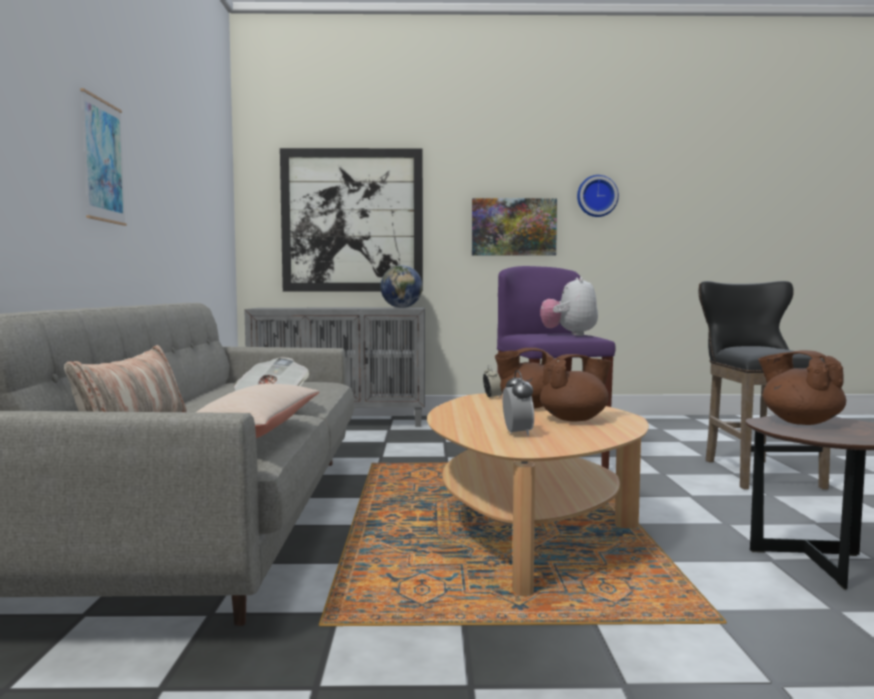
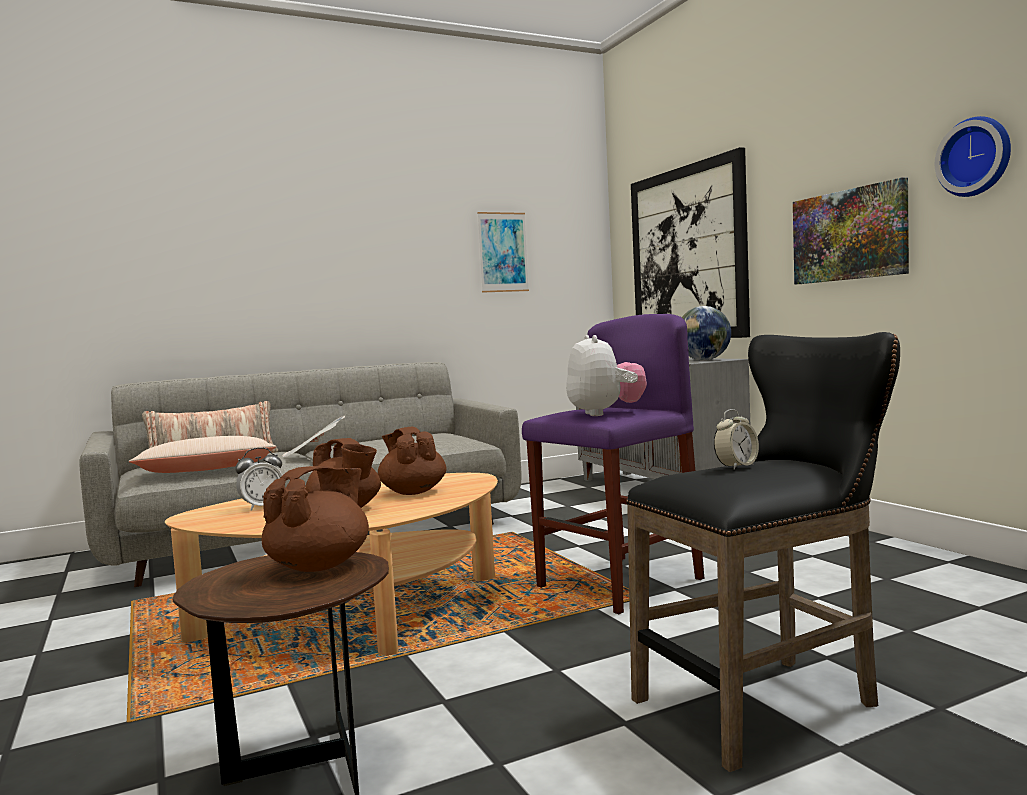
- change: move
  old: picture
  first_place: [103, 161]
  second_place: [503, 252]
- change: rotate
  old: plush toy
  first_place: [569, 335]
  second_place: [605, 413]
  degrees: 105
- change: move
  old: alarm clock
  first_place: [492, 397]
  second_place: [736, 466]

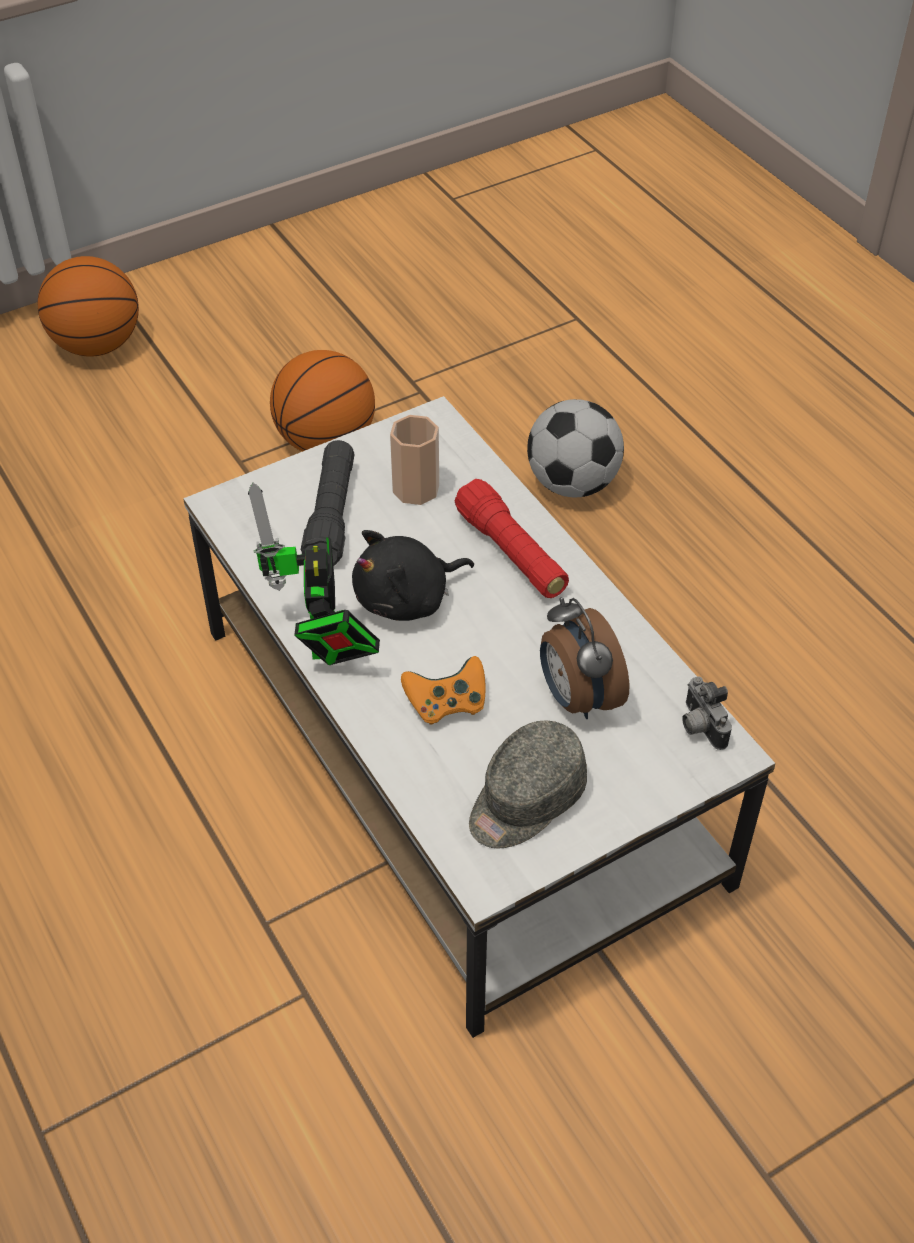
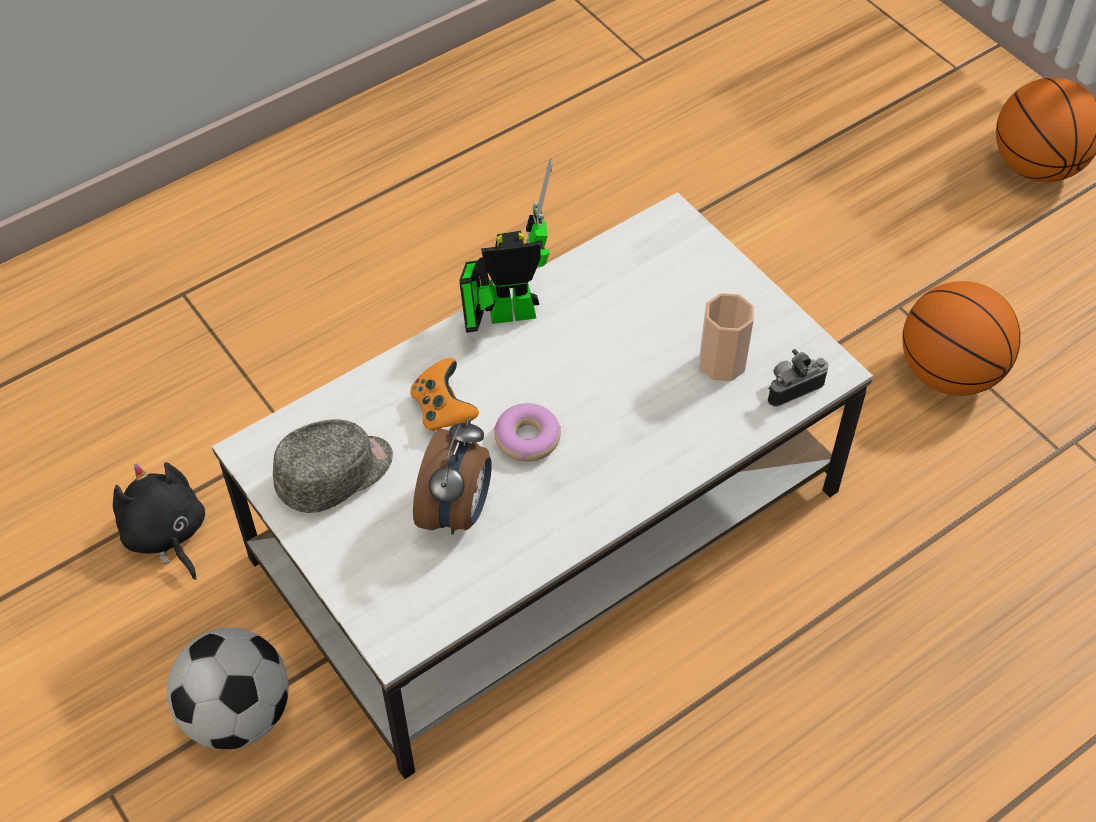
- change: move
  old: black plush toy
  first_place: [407, 599]
  second_place: [166, 534]
- change: move
  old: football
  first_place: [573, 484]
  second_place: [238, 715]
- change: rotate
  old: grey cap
  first_place: [525, 800]
  second_place: [336, 475]
  degrees: 105
- change: rotate
  old: alarm clock
  first_place: [577, 697]
  second_place: [457, 511]
  degrees: 135
- change: insert
  new: donut
  second_place: [527, 438]
- change: move
  old: photo camera
  first_place: [699, 726]
  second_place: [792, 388]
- change: delete
  old: black flashlight
  first_place: [331, 515]
- change: delete
  old: red flashlight
  first_place: [511, 553]

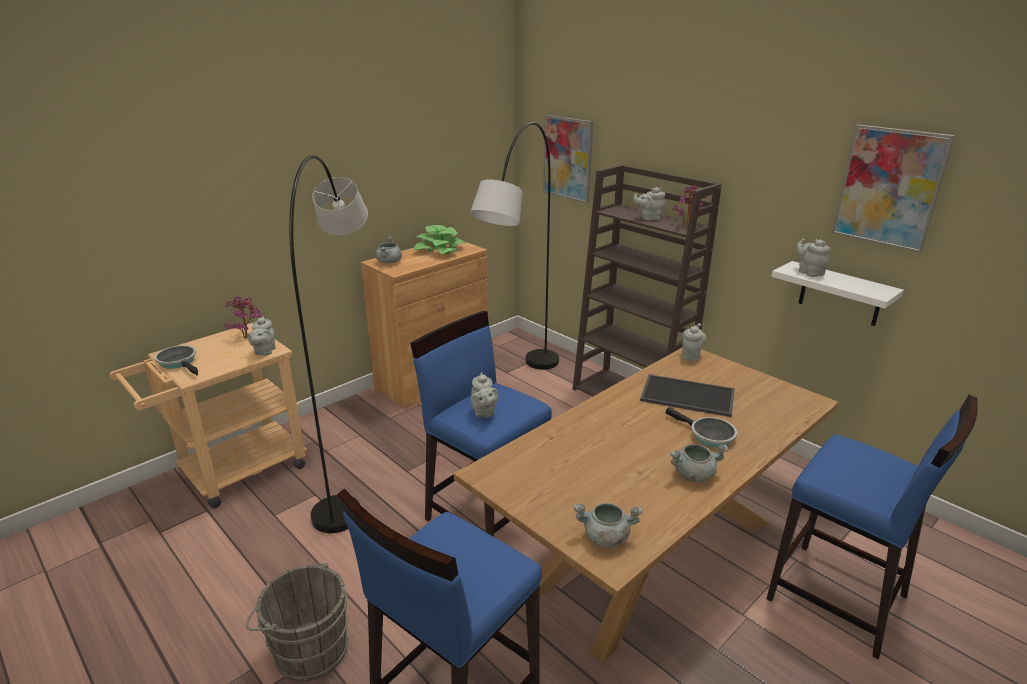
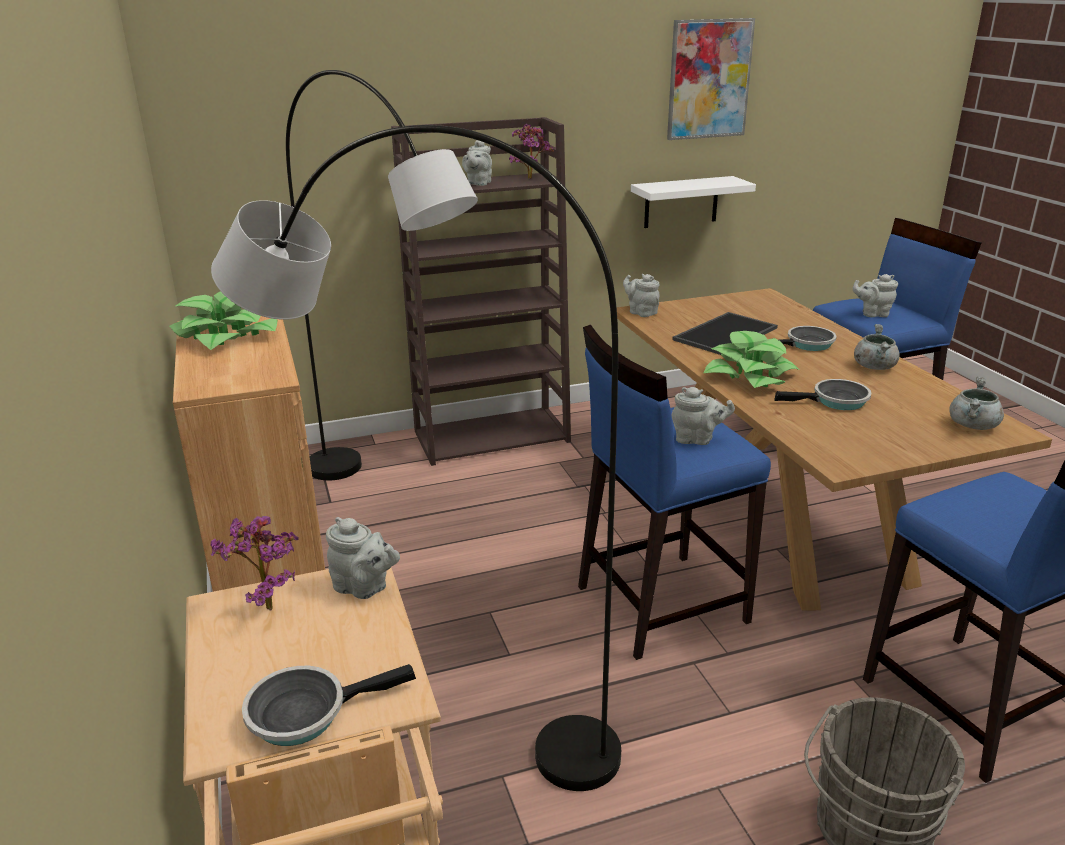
- change: insert
  new: potted plant
  second_place: [750, 375]
- change: insert
  new: frying pan
  second_place: [835, 401]
- change: move
  old: grey teapot
  first_place: [809, 272]
  second_place: [872, 314]
- change: delete
  old: grey cooking pot
  first_place: [389, 262]
- change: delete
  old: picture
  first_place: [568, 158]

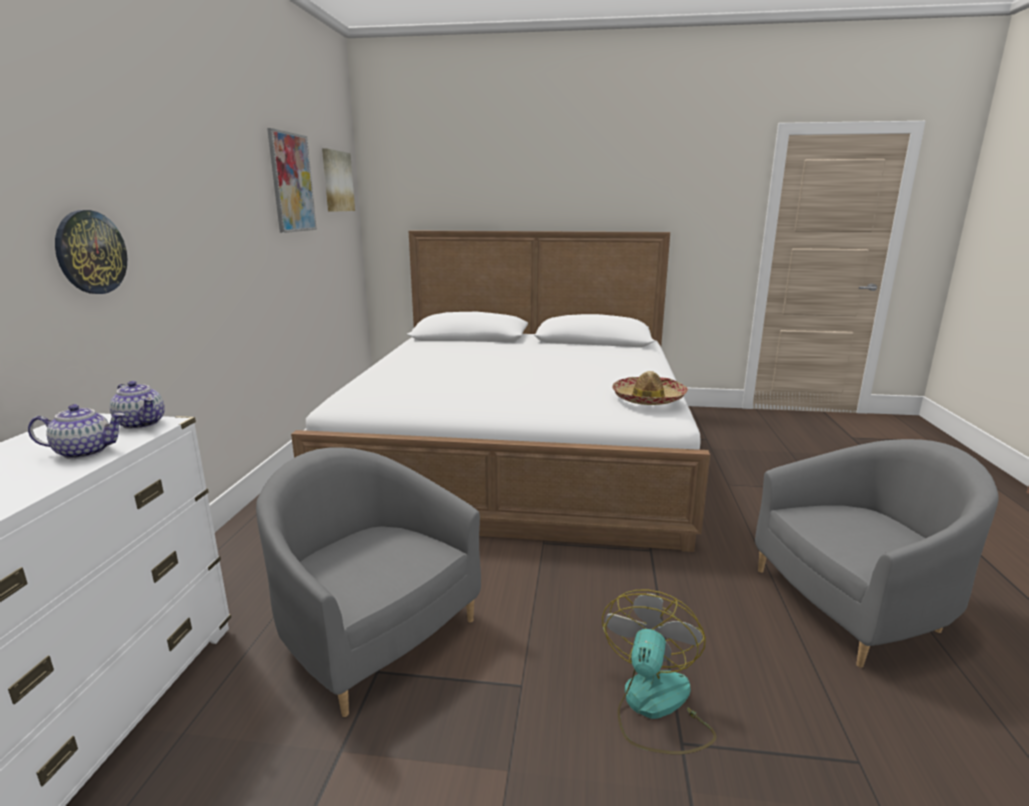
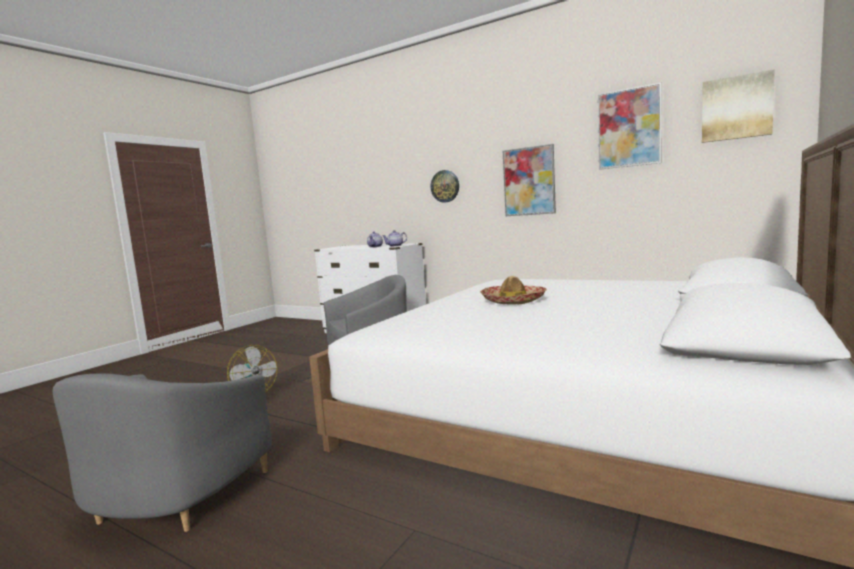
- change: move
  old: hat
  first_place: [648, 399]
  second_place: [513, 301]
- change: insert
  new: picture
  second_place: [529, 181]

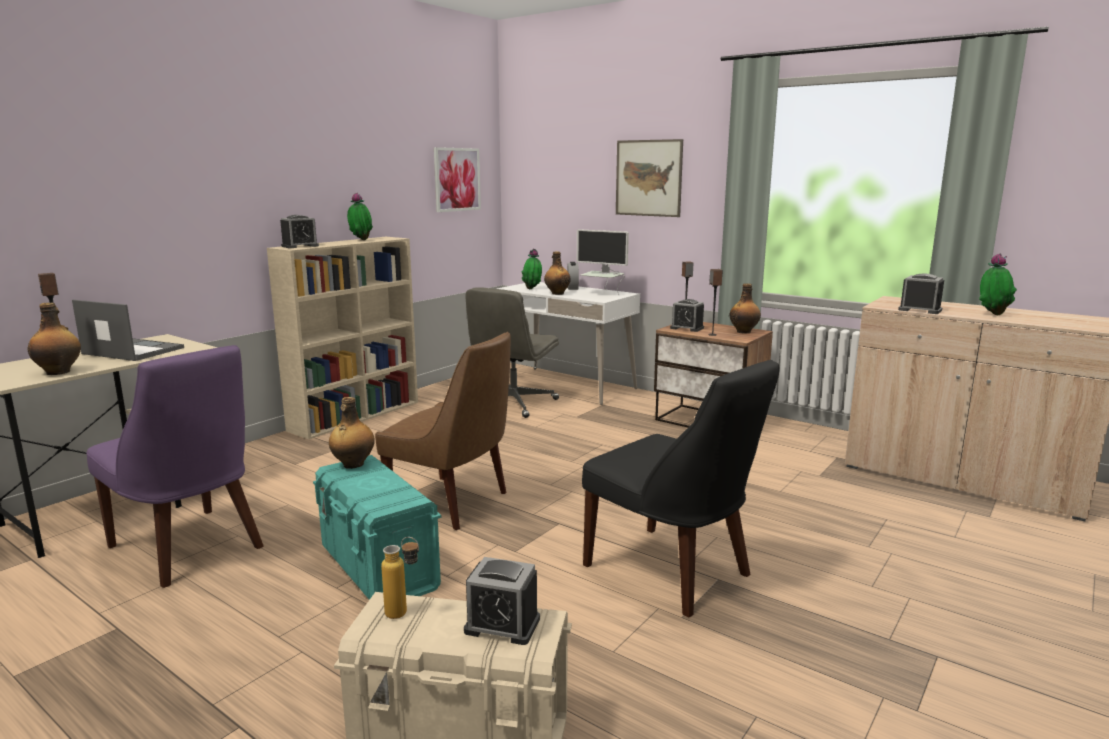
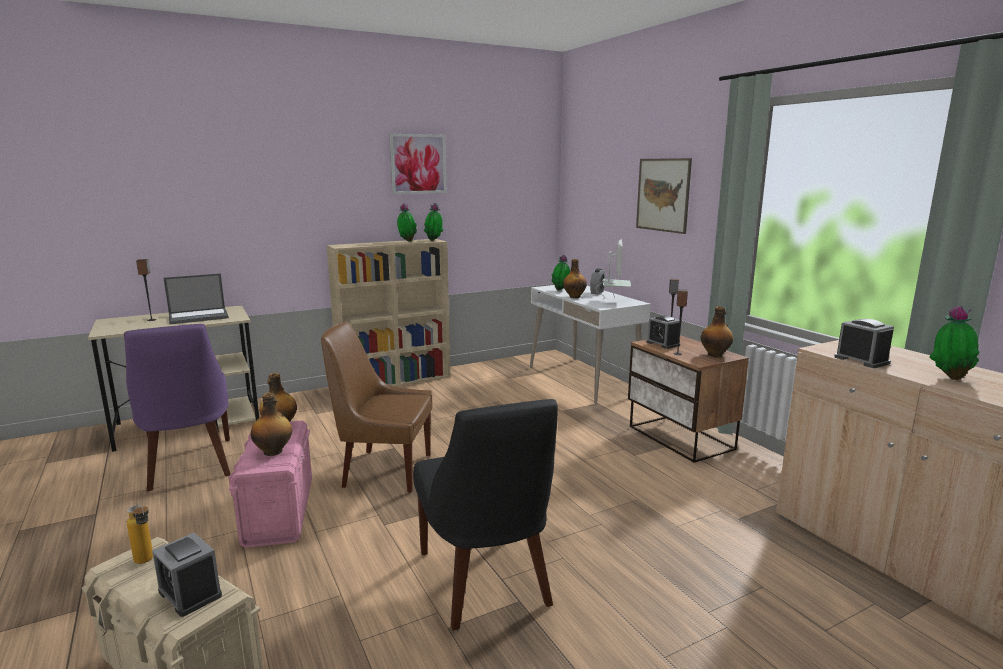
- change: rotate
  old: laptop
  first_place: [132, 351]
  second_place: [199, 316]
  degrees: 105
- change: recolor
  old: turquoise storage box
  new: pink storage box
  first_place: [378, 568]
  second_place: [279, 512]
- change: move
  old: bottle
  first_place: [59, 372]
  second_place: [274, 451]
- change: rotate
  old: brown chair
  first_place: [453, 503]
  second_place: [384, 470]
  degrees: 135
- change: move
  old: picture
  first_place: [457, 179]
  second_place: [418, 164]
- change: insert
  new: potted plant
  second_place: [434, 240]
- change: rotate
  old: monitor
  first_place: [602, 293]
  second_place: [614, 300]
  degrees: -135
- change: delete
  old: alarm clock
  first_place: [300, 246]
- change: delete
  old: grey office chair
  first_place: [513, 404]

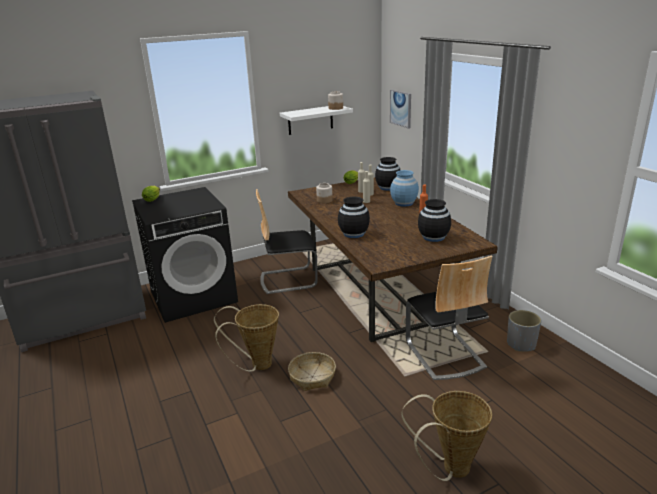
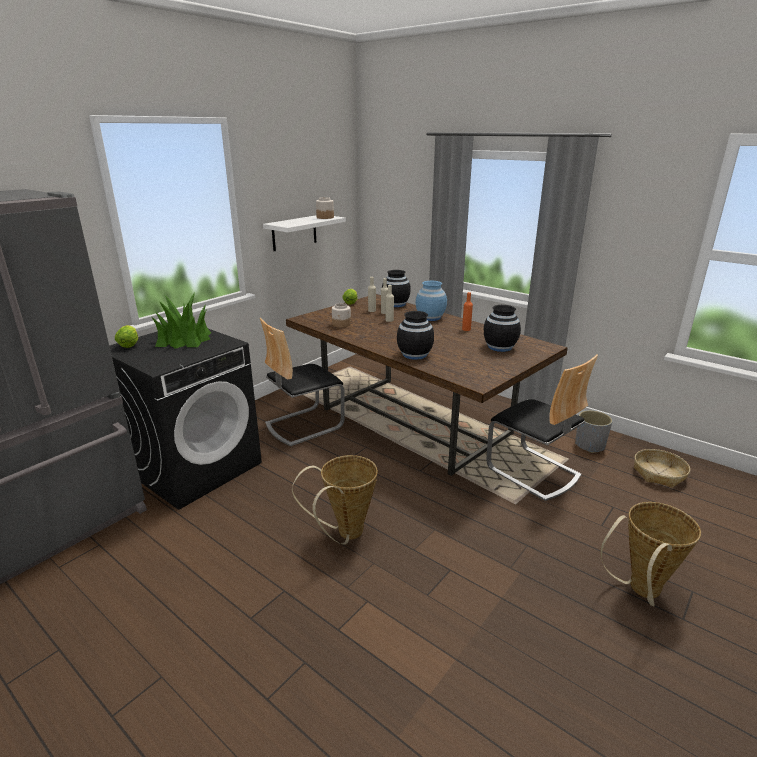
- change: insert
  new: potted plant
  second_place: [184, 339]
- change: move
  old: basket
  first_place: [312, 376]
  second_place: [658, 473]
- change: delete
  old: picture
  first_place: [401, 108]

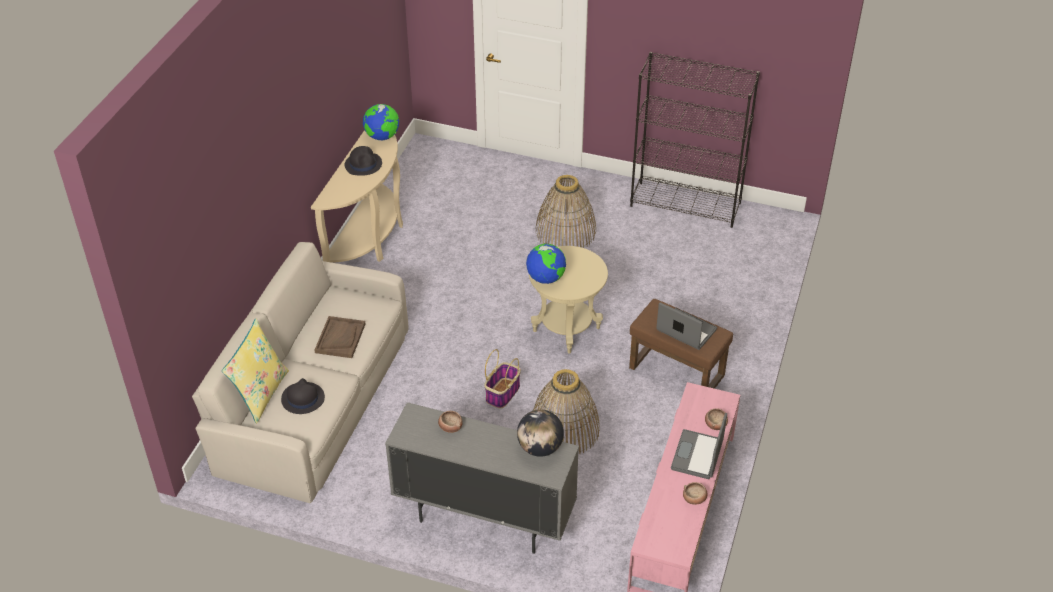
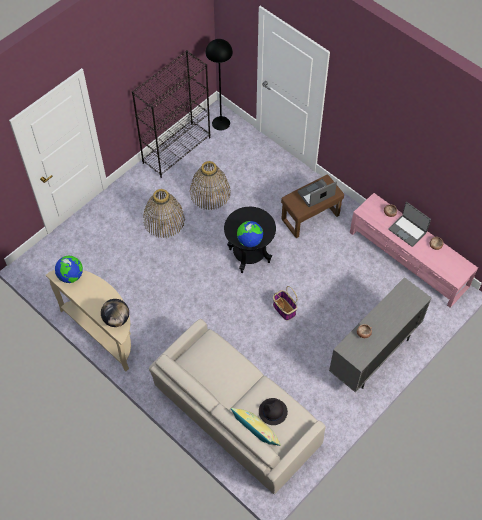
- change: move
  old: globe
  first_place: [540, 448]
  second_place: [116, 319]
- change: move
  old: basket
  first_place: [564, 429]
  second_place: [210, 193]
- change: insert
  new: black floor lamp
  second_place: [221, 123]
- change: recolor
  old: beige side table
  new: black side table
  first_place: [566, 329]
  second_place: [249, 256]
- change: delete
  old: brown tray
  first_place: [340, 338]
- change: delete
  old: black hat
  first_place: [363, 164]

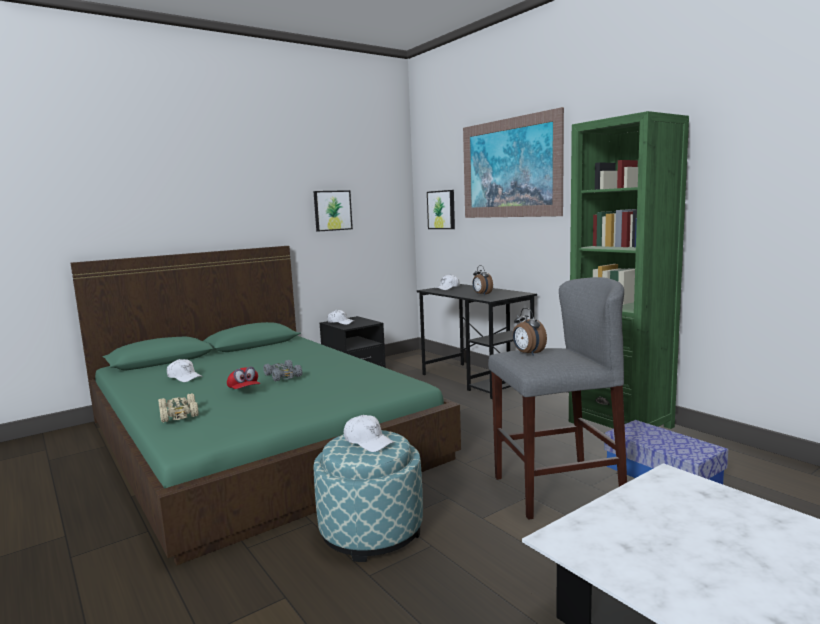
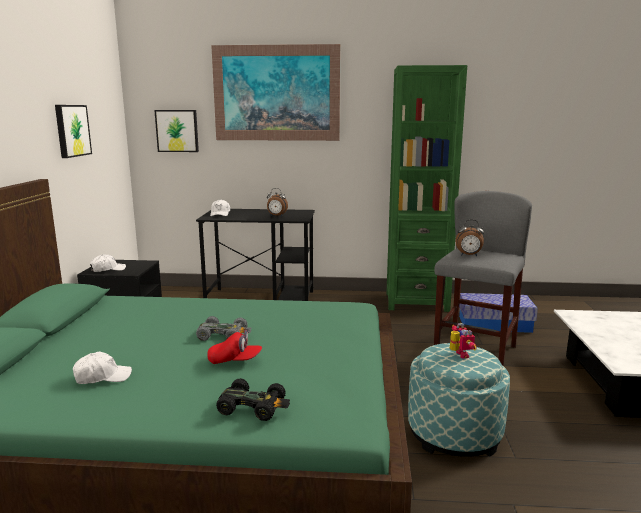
- change: recolor
  old: beige toy car
  new: black toy car
  first_place: [179, 414]
  second_place: [253, 407]
- change: replace
  old: white cap
  new: toy robot
  first_place: [368, 442]
  second_place: [459, 355]

